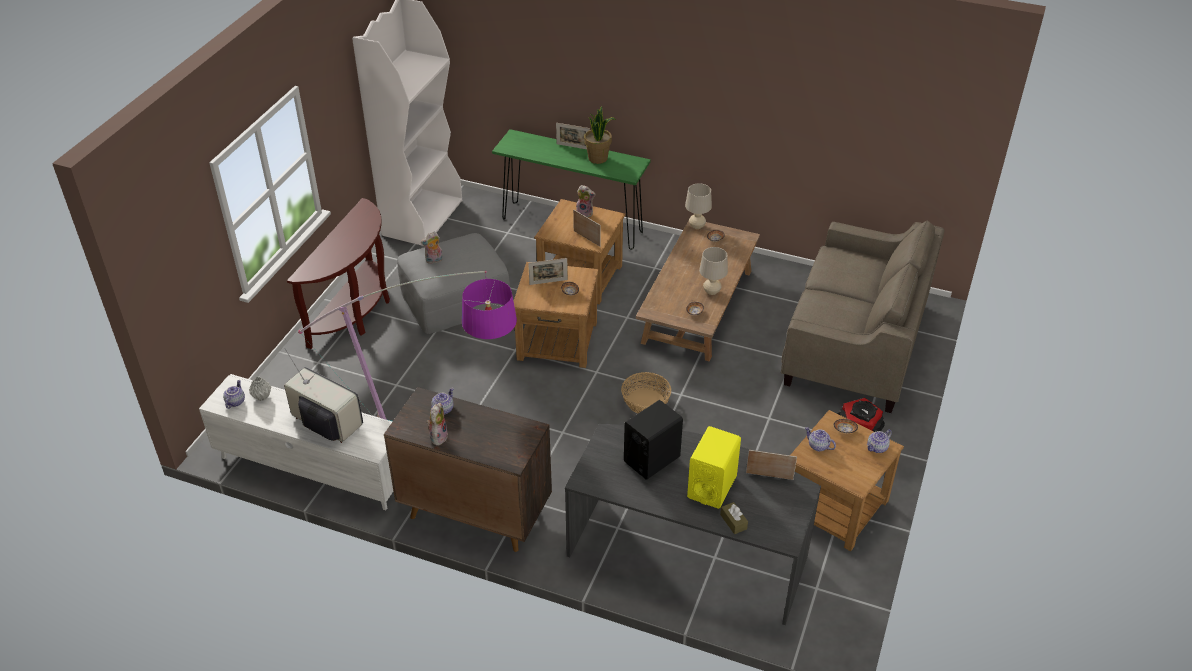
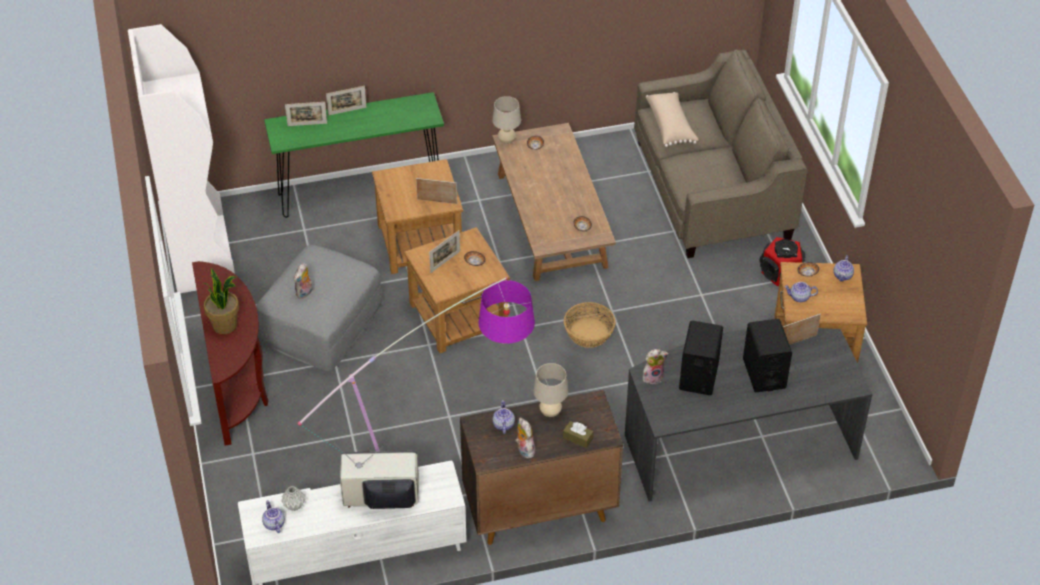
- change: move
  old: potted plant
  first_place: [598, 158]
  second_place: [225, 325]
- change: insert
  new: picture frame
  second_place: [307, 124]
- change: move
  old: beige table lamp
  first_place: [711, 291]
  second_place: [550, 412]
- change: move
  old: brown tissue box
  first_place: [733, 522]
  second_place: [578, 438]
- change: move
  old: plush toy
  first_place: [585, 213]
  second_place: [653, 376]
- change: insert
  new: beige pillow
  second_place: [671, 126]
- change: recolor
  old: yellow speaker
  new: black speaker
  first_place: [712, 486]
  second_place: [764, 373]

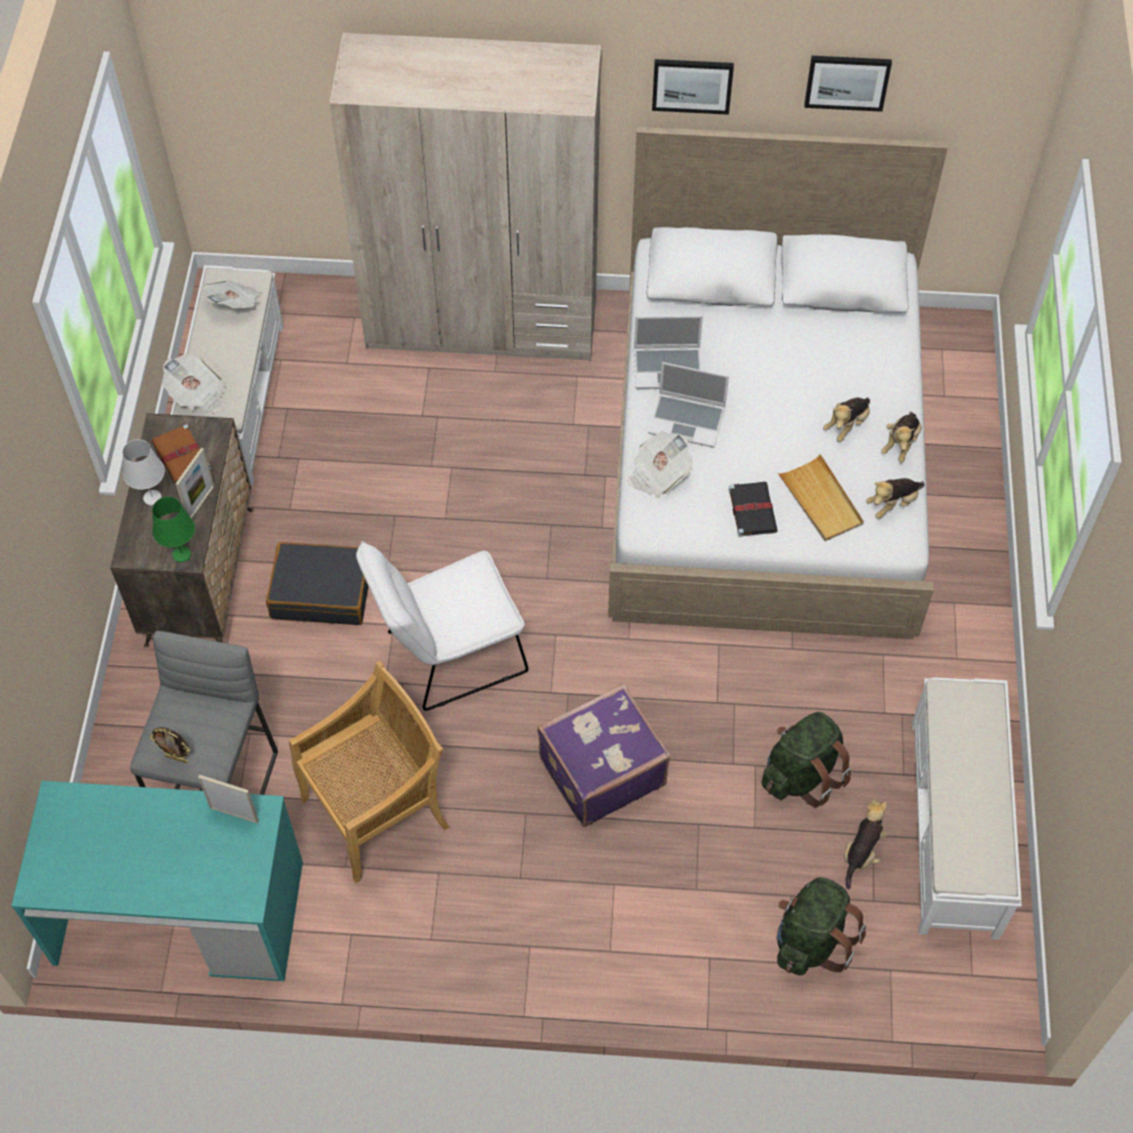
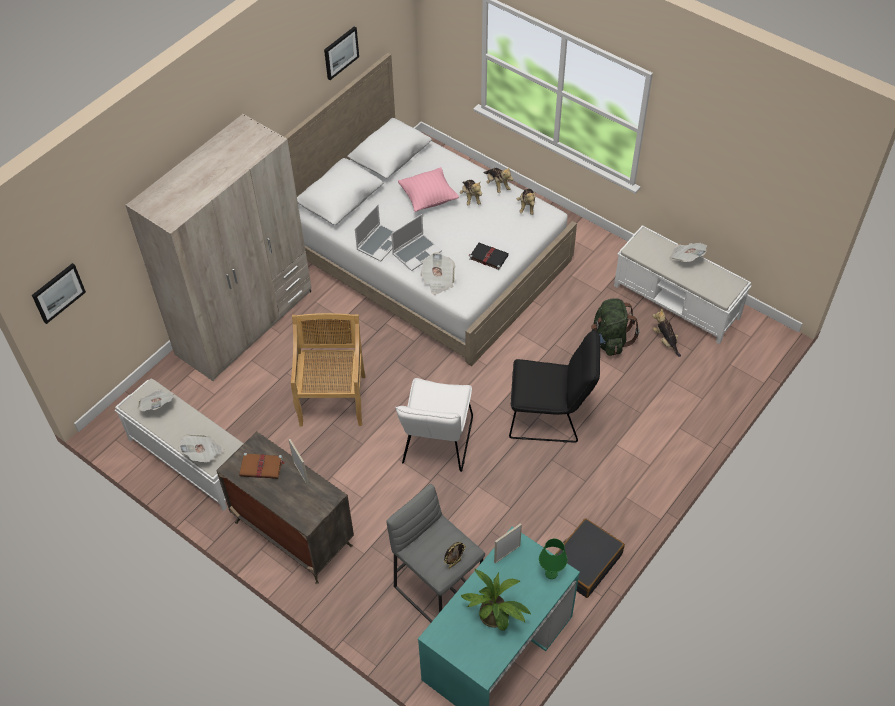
- change: move
  old: picture
  first_place: [692, 85]
  second_place: [58, 292]
- change: move
  old: beige chair
  first_place: [377, 811]
  second_place: [332, 399]
- change: insert
  new: pink pillow
  second_place: [428, 198]
- change: insert
  new: potted plant
  second_place: [496, 618]
- change: replace
  old: purple suitcase
  new: black chair
  first_place: [600, 770]
  second_place: [550, 416]
- change: move
  old: green table lamp
  first_place: [182, 554]
  second_place: [551, 573]
- change: move
  old: black suitcase
  first_place: [322, 591]
  second_place: [584, 562]
- change: insert
  new: newspaper
  second_place: [686, 257]
- change: delete
  old: white table lamp
  first_place: [152, 497]
- change: delete
  old: green backpack
  first_place: [811, 939]
- change: delete
  old: beige tray
  first_place: [820, 501]

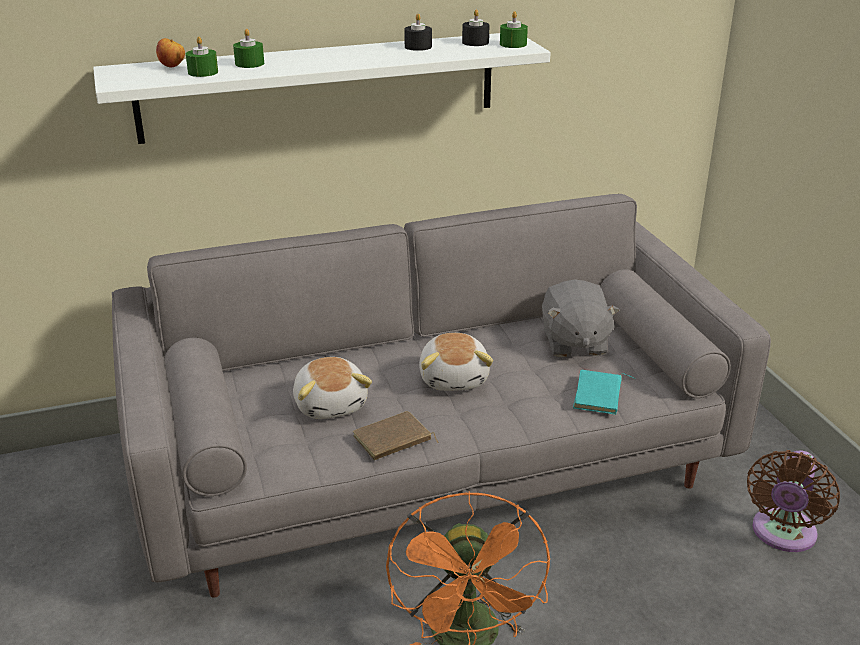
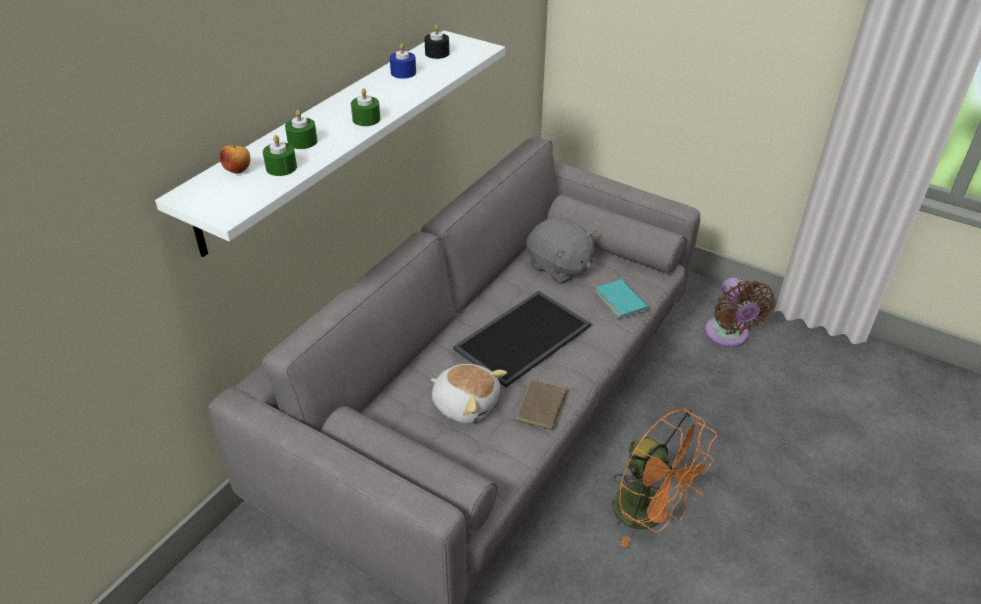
- change: move
  old: green candle
  first_place: [513, 44]
  second_place: [366, 119]
- change: recolor
  old: black candle
  new: blue candle
  first_place: [418, 47]
  second_place: [403, 72]
- change: replace
  old: plush toy
  new: tray
  first_place: [455, 378]
  second_place: [522, 336]

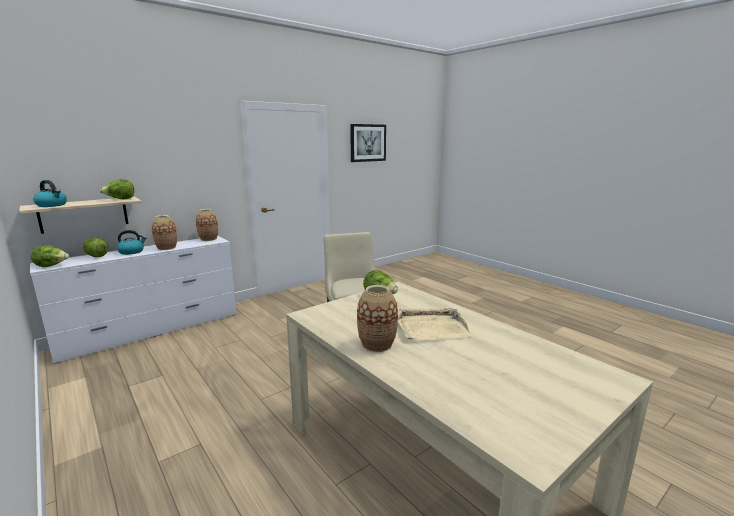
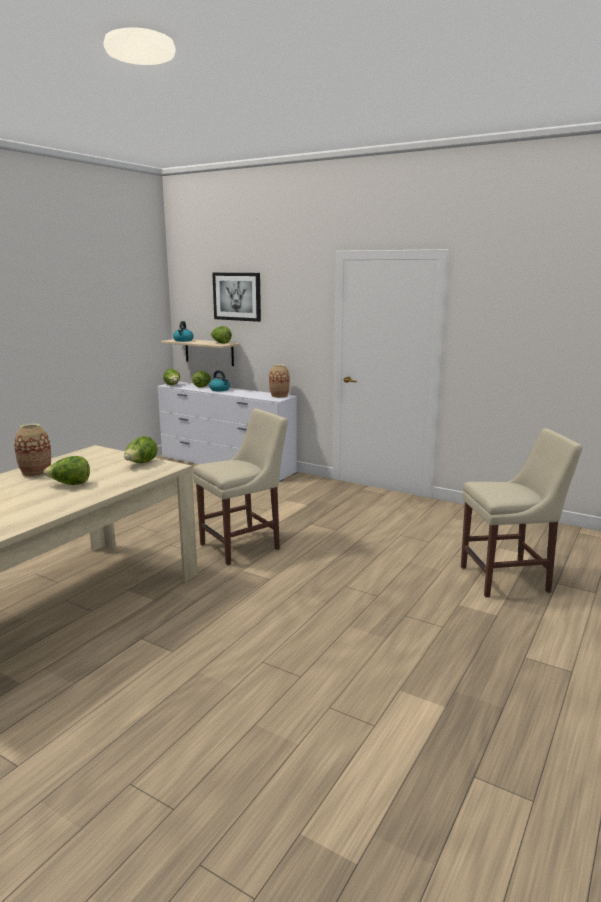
- change: replace
  old: beige tray
  new: lettuce
  first_place: [431, 327]
  second_place: [70, 484]
- change: move
  old: picture
  first_place: [368, 143]
  second_place: [237, 296]
- change: insert
  new: beige chair
  second_place: [509, 579]
- change: delete
  old: vase
  first_place: [166, 248]

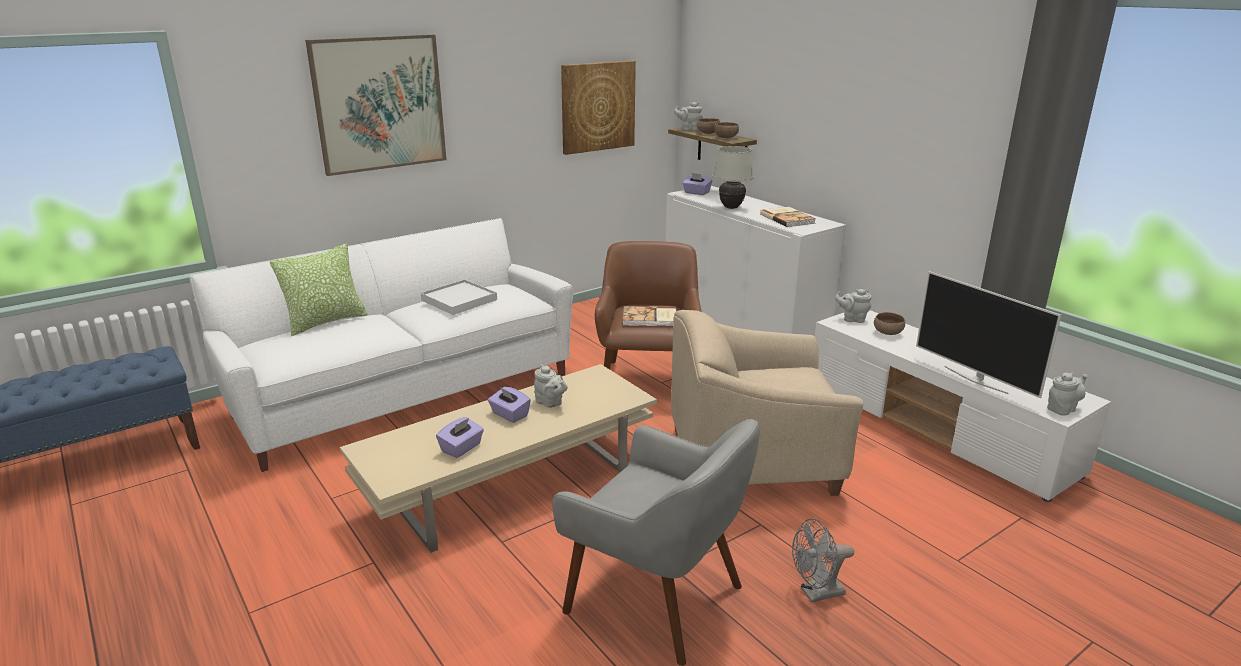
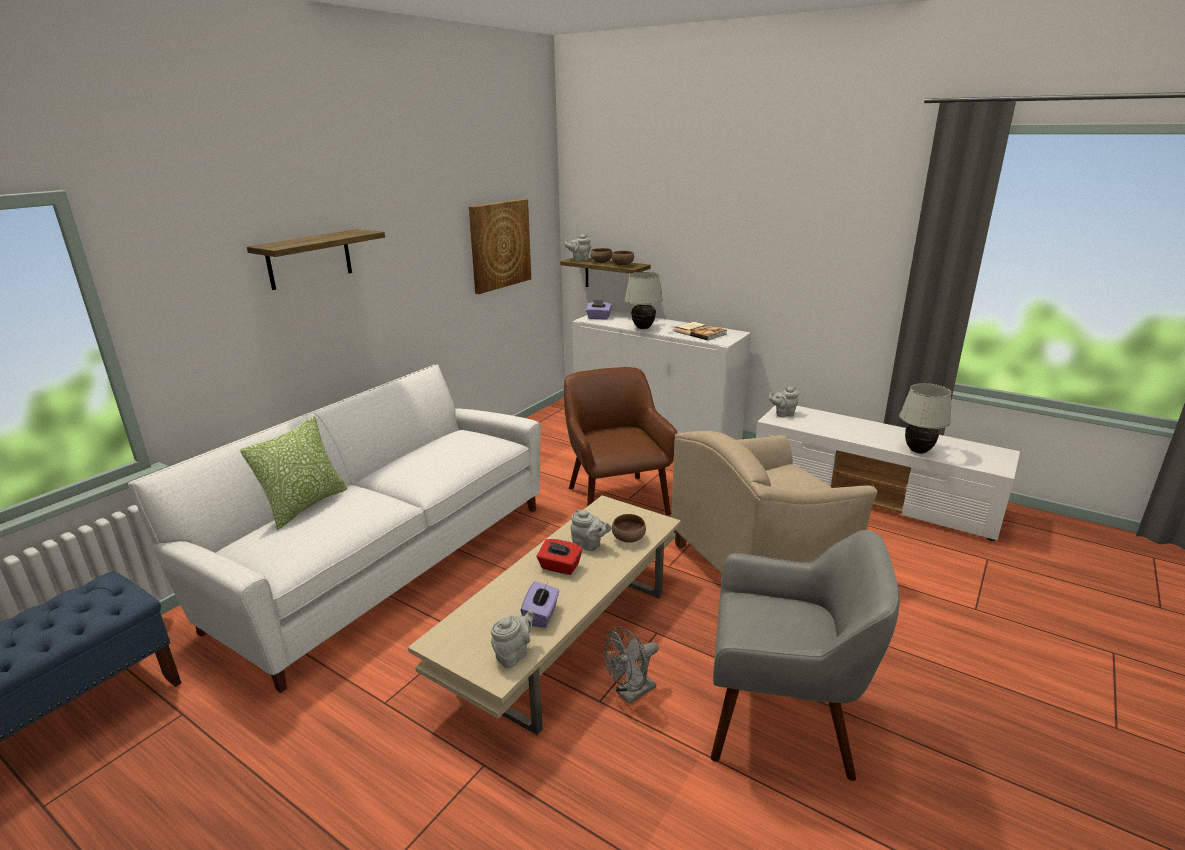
- change: replace
  old: picture
  new: shelf
  first_place: [379, 103]
  second_place: [309, 259]
- change: move
  old: grey teapot
  first_place: [1062, 409]
  second_place: [513, 654]
- change: recolor
  old: purple tissue box
  new: red tissue box
  first_place: [509, 415]
  second_place: [559, 567]
- change: move
  old: grey fan
  first_place: [816, 593]
  second_place: [631, 693]
- change: move
  old: brown bowl
  first_place: [888, 333]
  second_place: [629, 539]
- change: replace
  old: television
  new: white table lamp
  first_place: [976, 379]
  second_place: [918, 451]
- change: delete
  old: white tray
  first_place: [459, 300]
- change: delete
  old: book
  first_place: [650, 318]

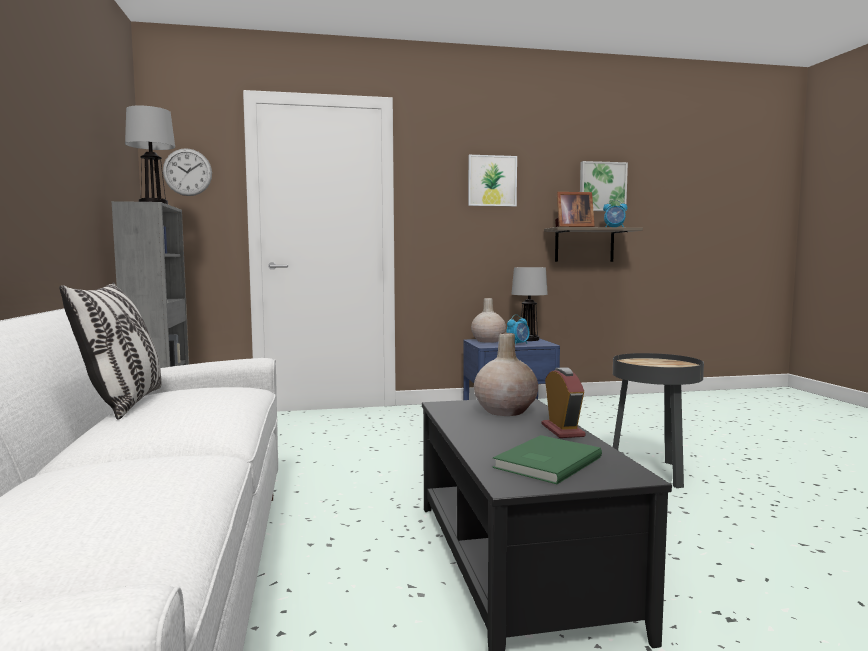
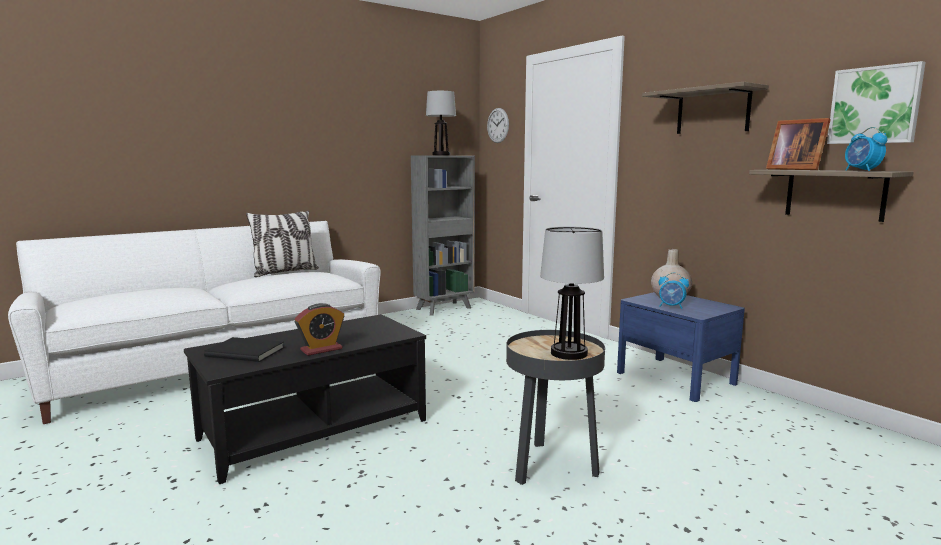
- change: recolor
  old: green book
  new: black book
  first_place: [544, 462]
  second_place: [245, 351]
- change: move
  old: table lamp
  first_place: [529, 339]
  second_place: [569, 353]
- change: replace
  old: picture
  new: shelf
  first_place: [492, 181]
  second_place: [713, 111]
- change: delete
  old: beige vase
  first_place: [505, 411]

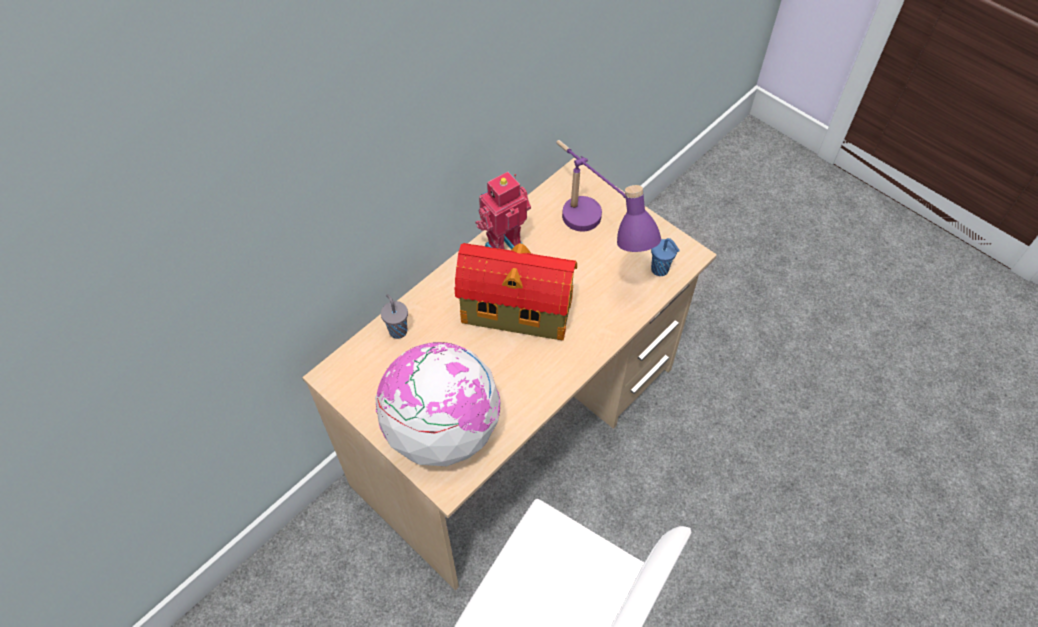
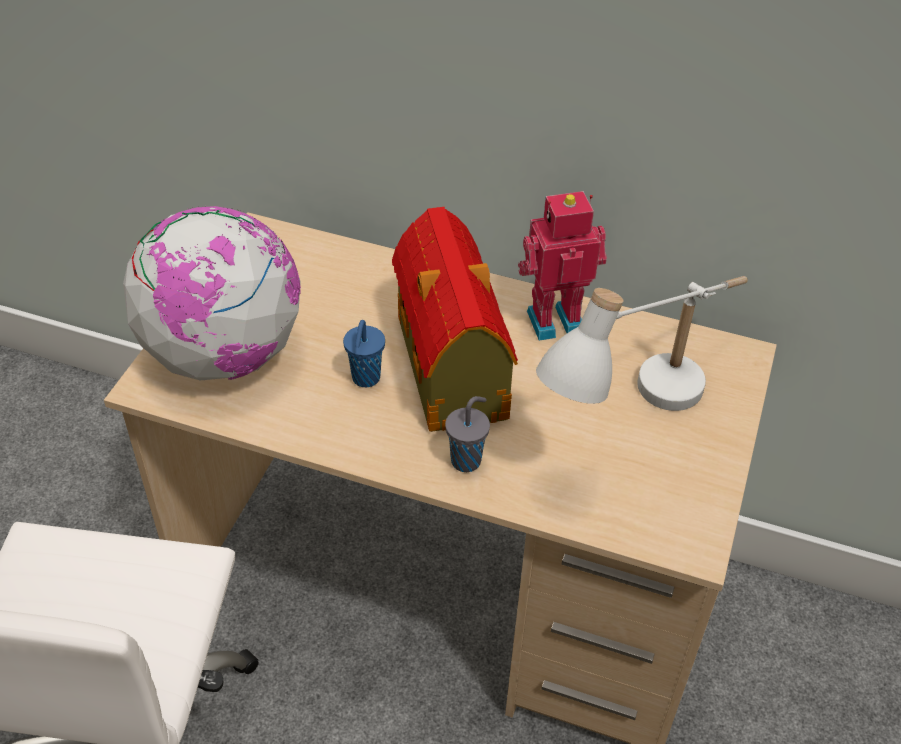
- change: move
  old: blue cup
  first_place: [660, 270]
  second_place: [365, 379]
- change: move
  old: grey cup
  first_place: [397, 330]
  second_place: [467, 460]
- change: rotate
  old: toy robot
  first_place: [503, 245]
  second_place: [554, 319]
  degrees: -45
- change: recolor
  old: purple table lamp
  new: white table lamp
  first_place: [594, 237]
  second_place: [640, 413]

